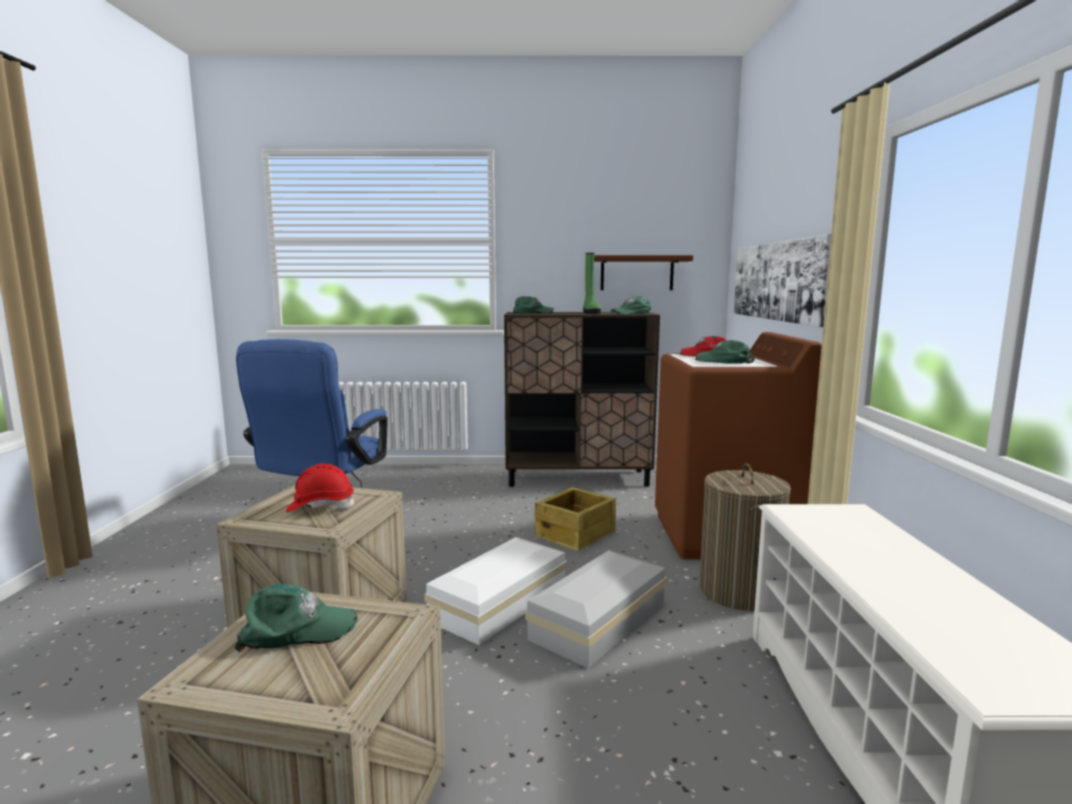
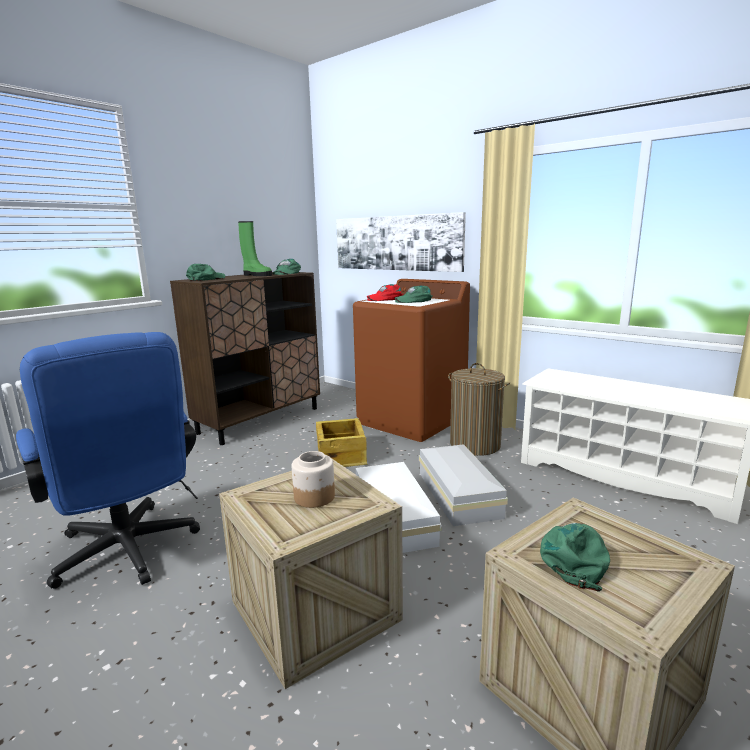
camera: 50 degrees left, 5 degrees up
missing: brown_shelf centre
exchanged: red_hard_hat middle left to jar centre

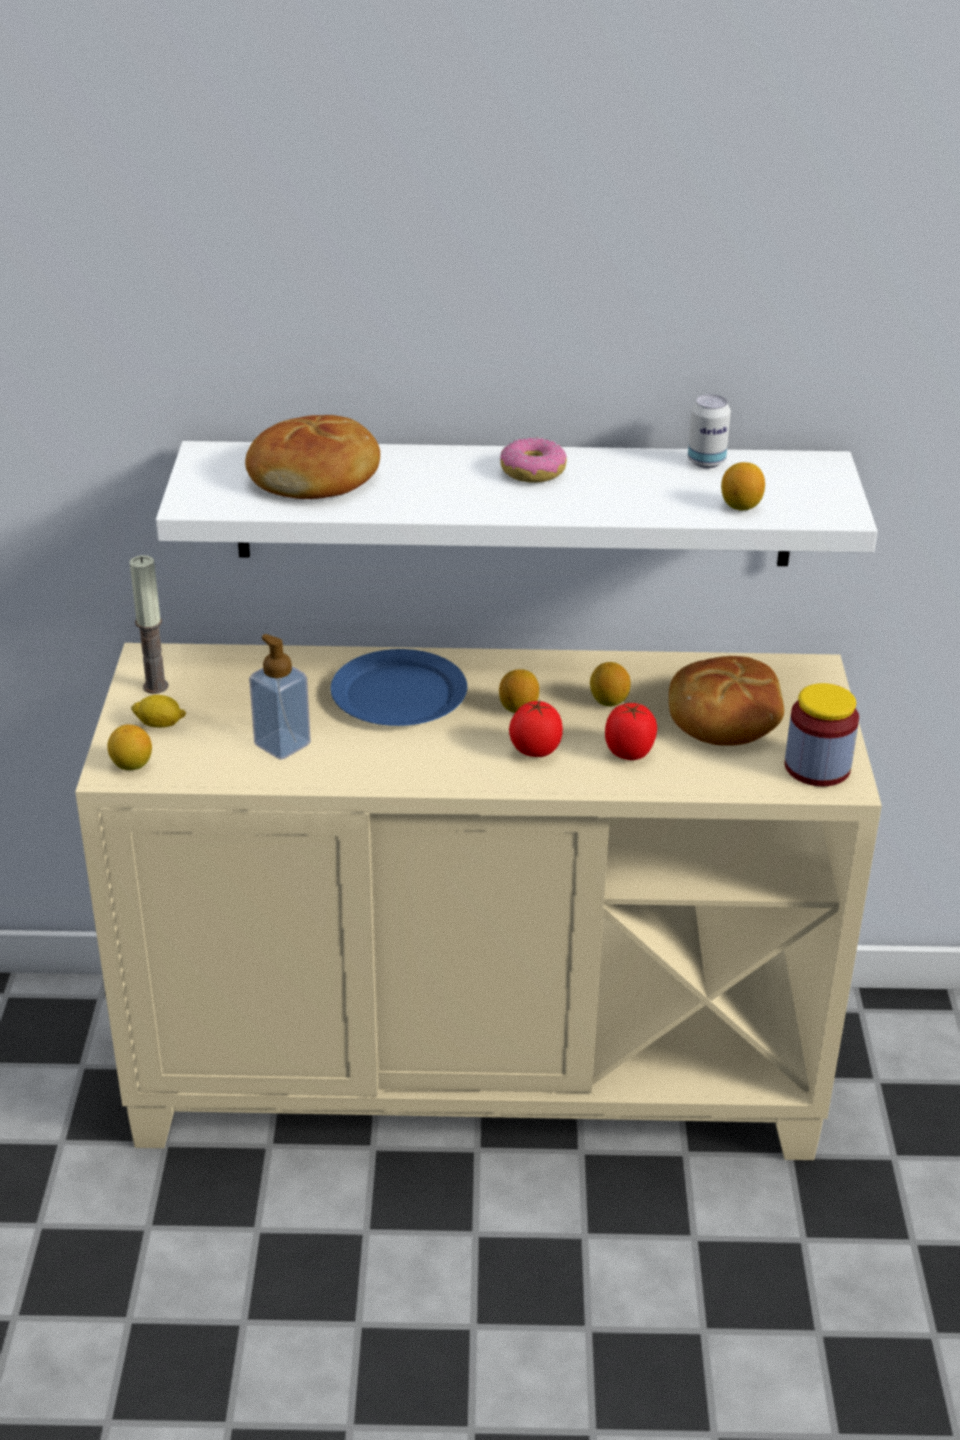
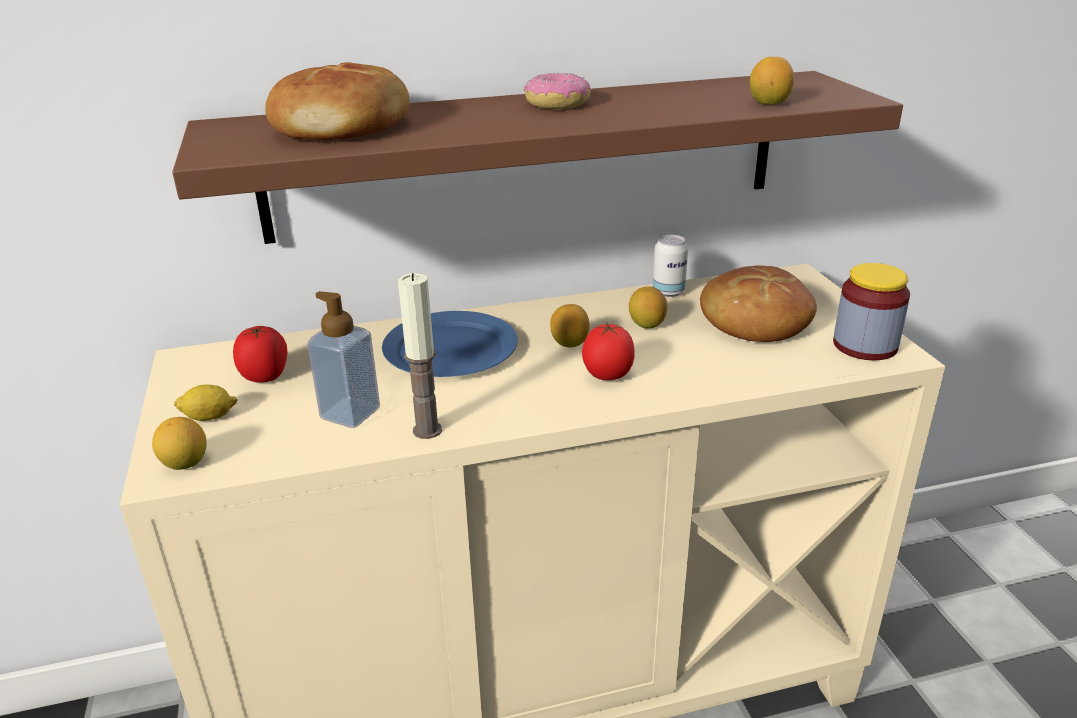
camera: 15 degrees left, 5 degrees down
relocated: can top right to centre; candle middle left to centre; tomato (no. 2 from left in the first image) centre to tomato (no. 1 from left) middle left
colour: white_shelf centre to brown_shelf top centre

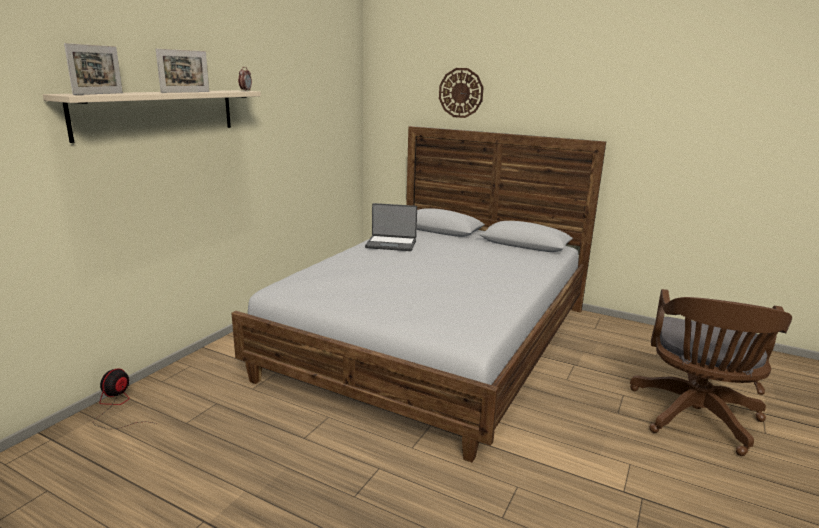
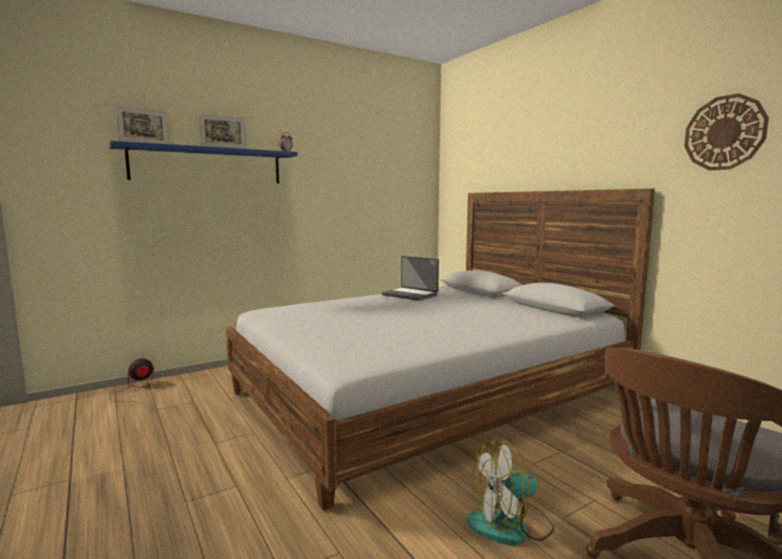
camera: 30 degrees right, 10 degrees down
appeared: fan (no. 2 from left) bottom centre
relocated: wall_clock top centre to top right
colour: beige_shelf top left to blue_shelf top left

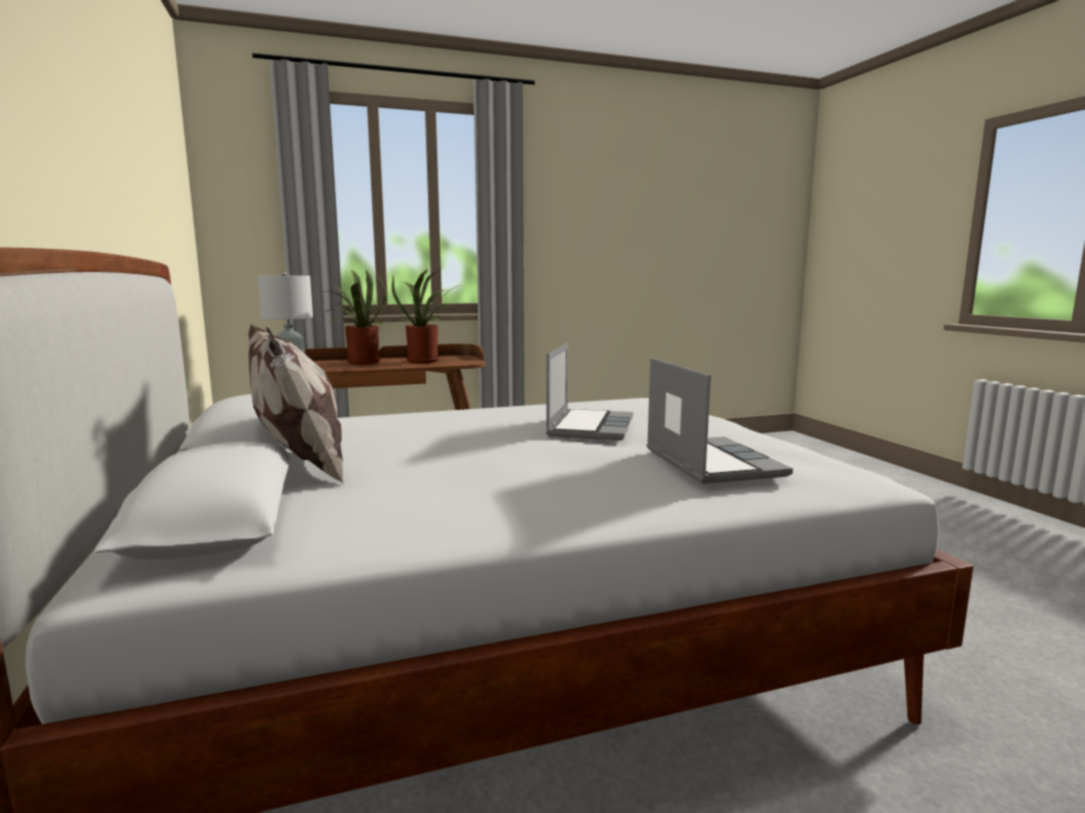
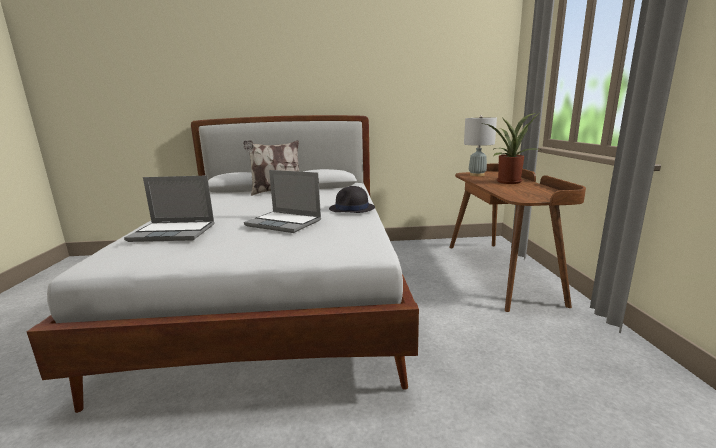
camera: 105 degrees right, 5 degrees up
missing: potted_plant (no. 2 from left) centre
appeared: black_hat centre

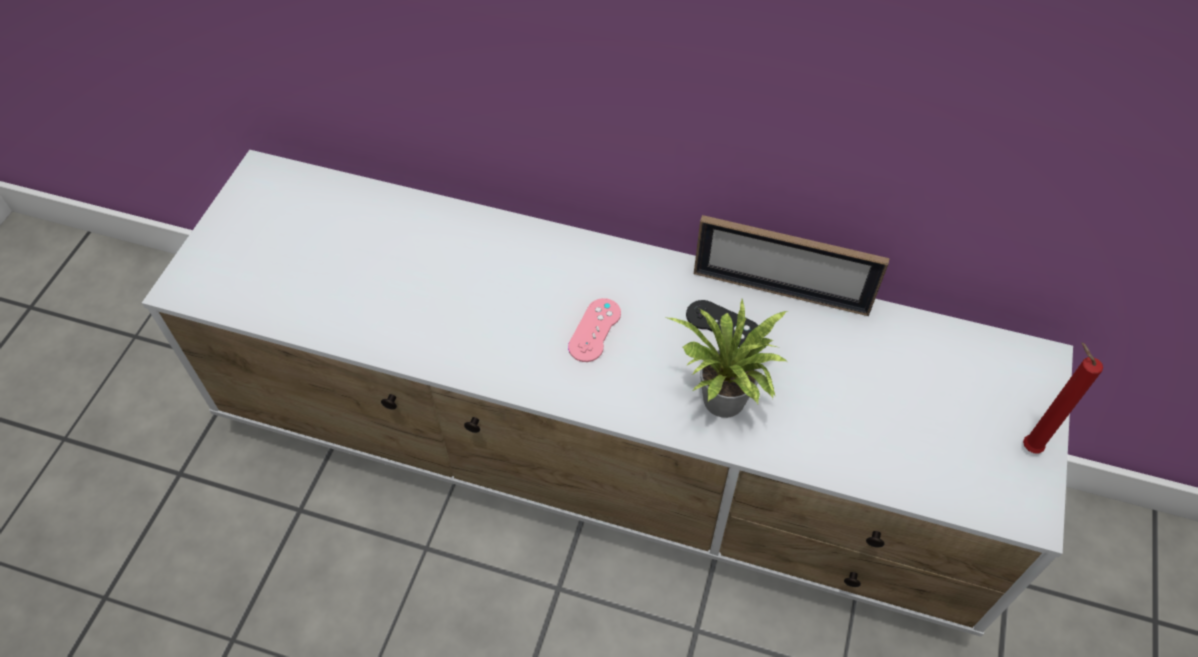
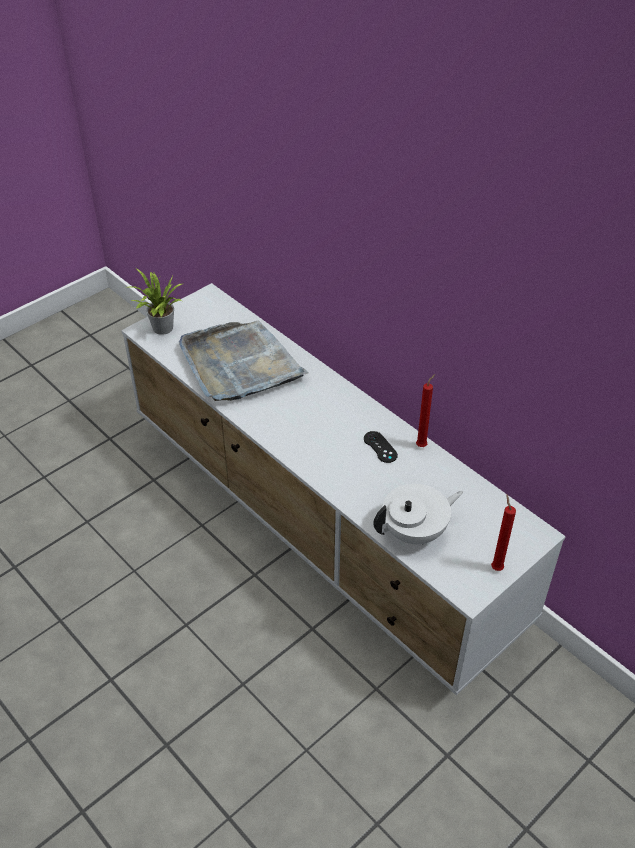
camera: 30 degrees right, 10 degrees down
missing: pink_game_controller centre
appeared: grey_tray centre; white_teapot centre
relocated: potted_plant centre to middle left
exchanged: picture_frame centre to red_candle (no. 1 from left) middle right

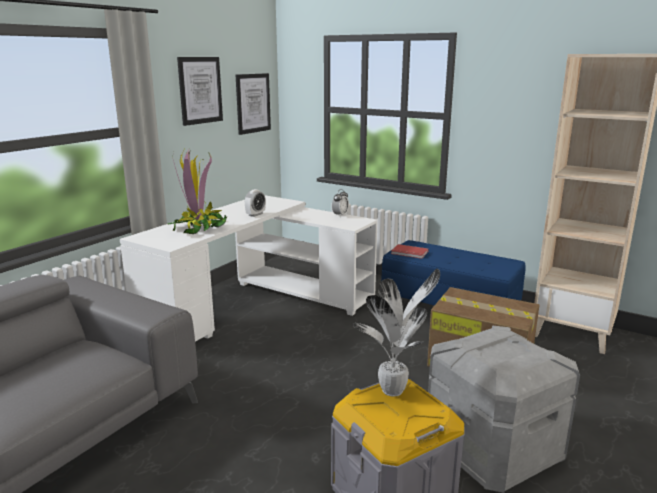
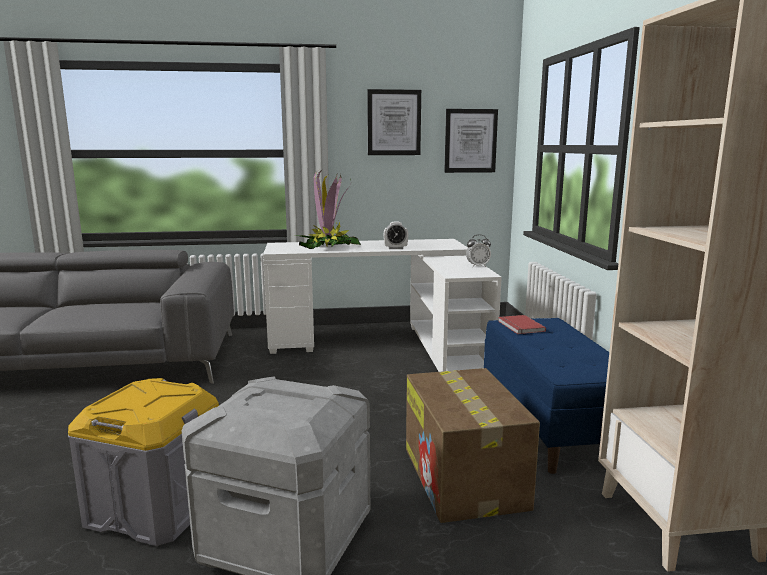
camera: 50 degrees right, 5 degrees down
missing: potted_plant (no. 2 from left) bottom centre

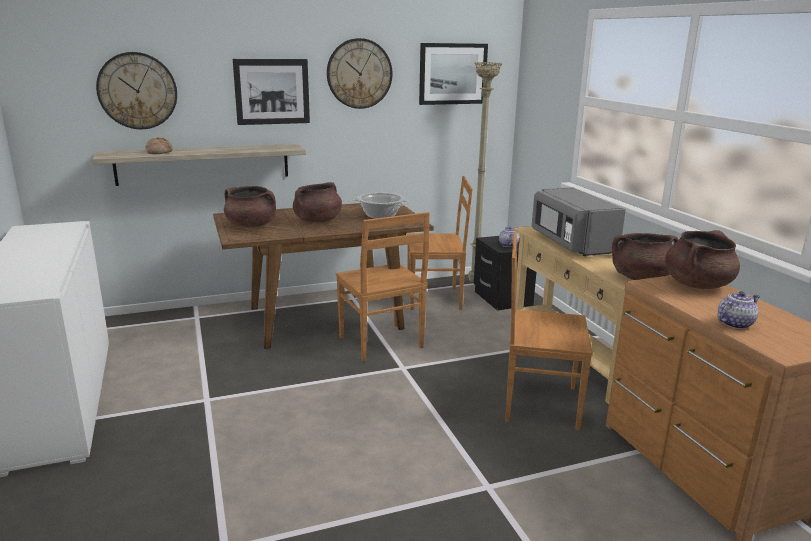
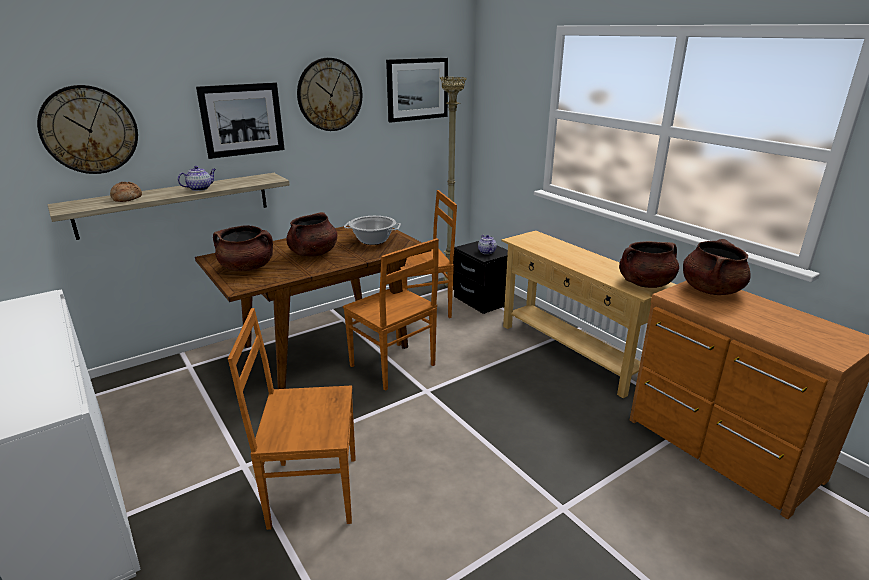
camera: 15 degrees left, 5 degrees up
missing: grey_microwave middle right
relocated: brown_chair (no. 3 from left in the first image) middle right to brown_chair (no. 1 from left) bottom centre; teapot (no. 2 from left in the first image) middle right to teapot (no. 1 from left) top left

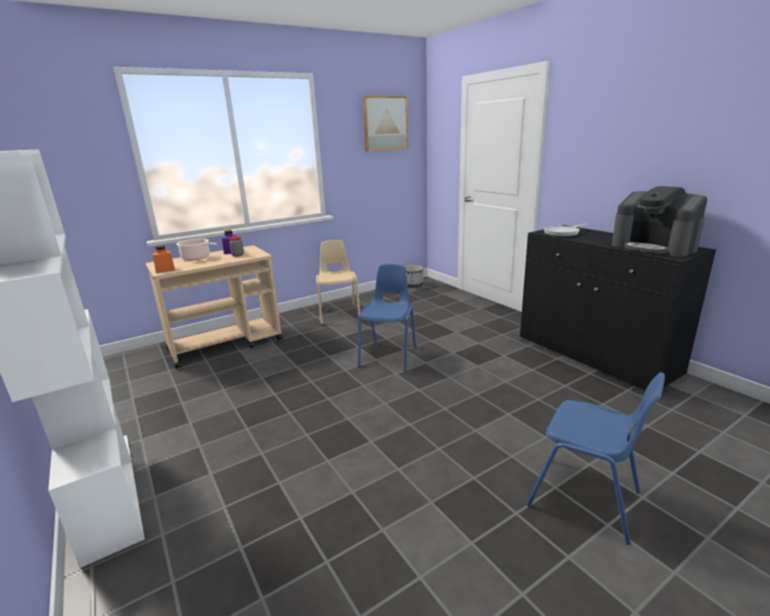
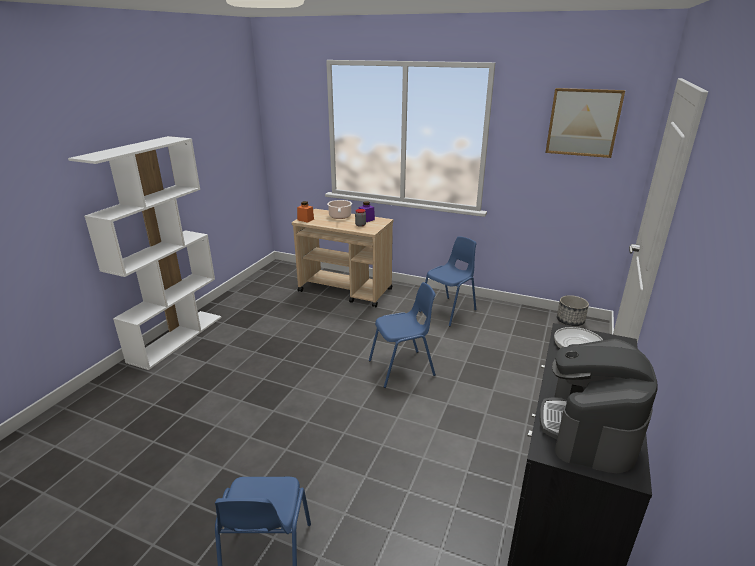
camera: 55 degrees right, 5 degrees up
colour: beige_chair centre to blue_chair (no. 3 from left) centre

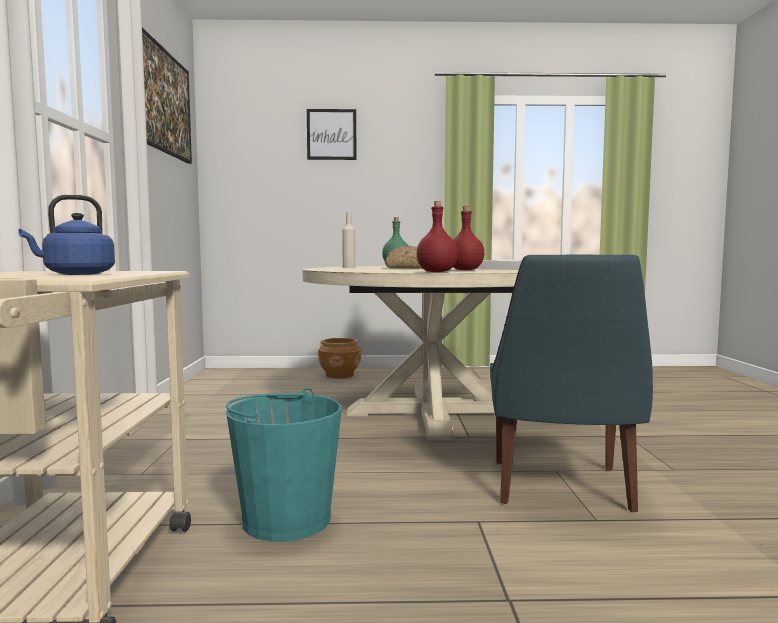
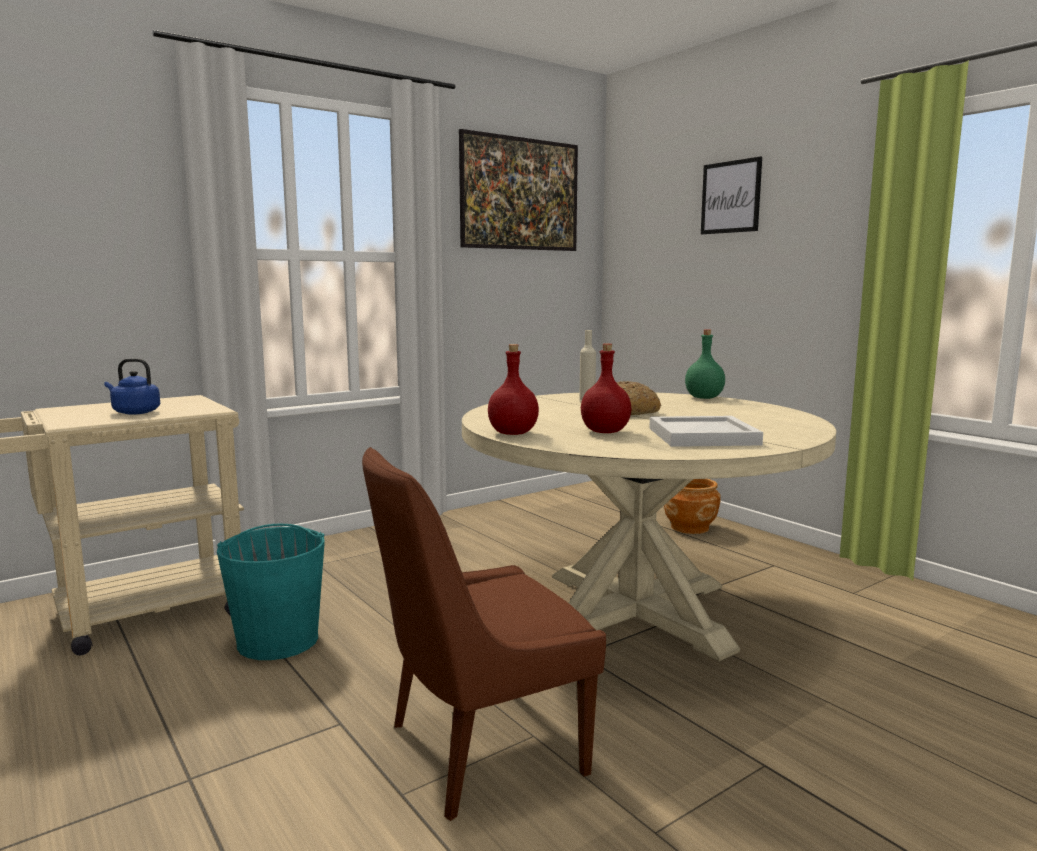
camera: 55 degrees right, 5 degrees up
colour: blue_chair middle right to brown_chair bottom centre

